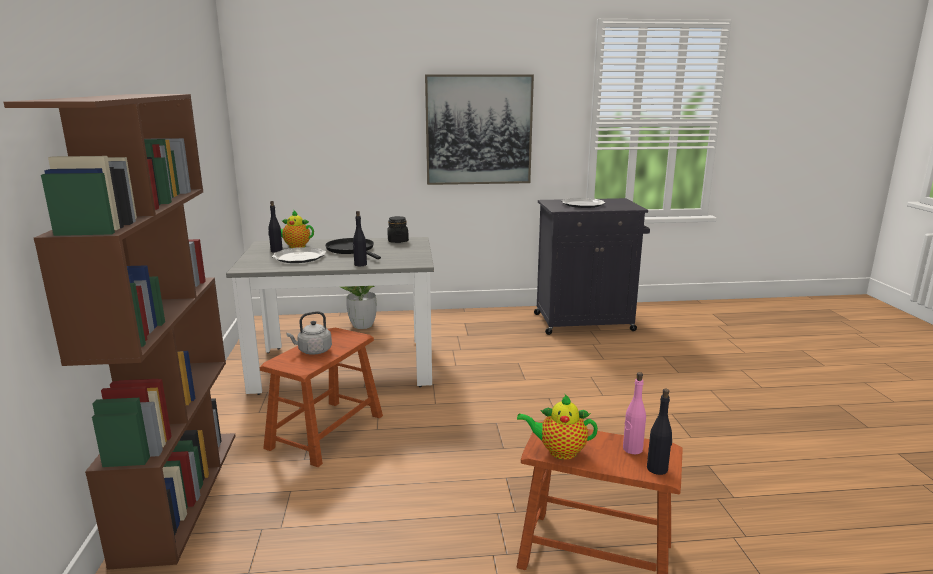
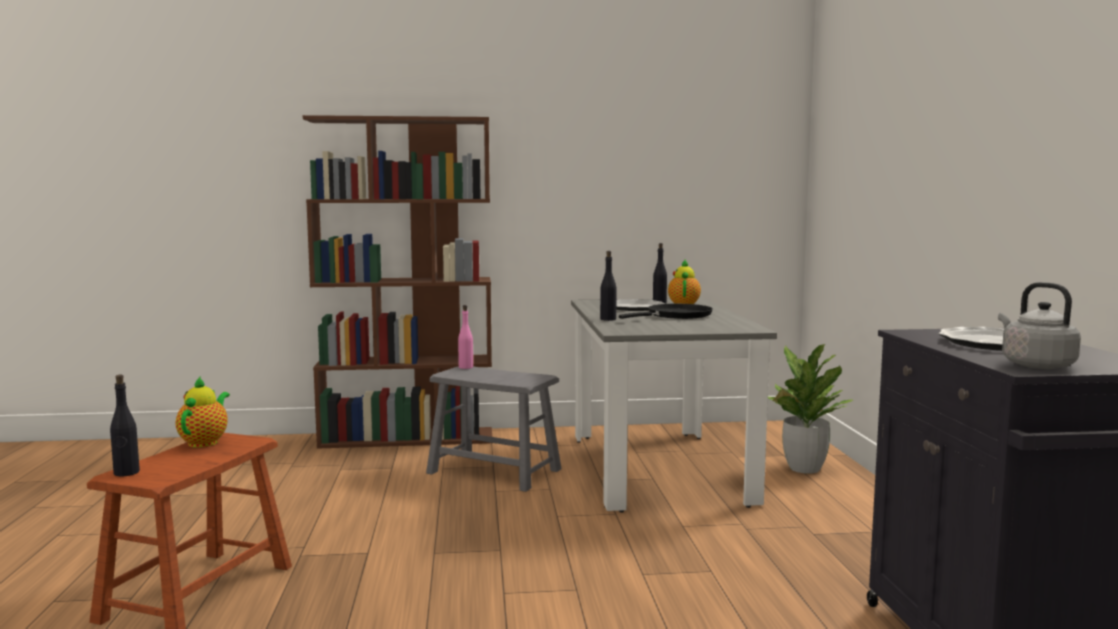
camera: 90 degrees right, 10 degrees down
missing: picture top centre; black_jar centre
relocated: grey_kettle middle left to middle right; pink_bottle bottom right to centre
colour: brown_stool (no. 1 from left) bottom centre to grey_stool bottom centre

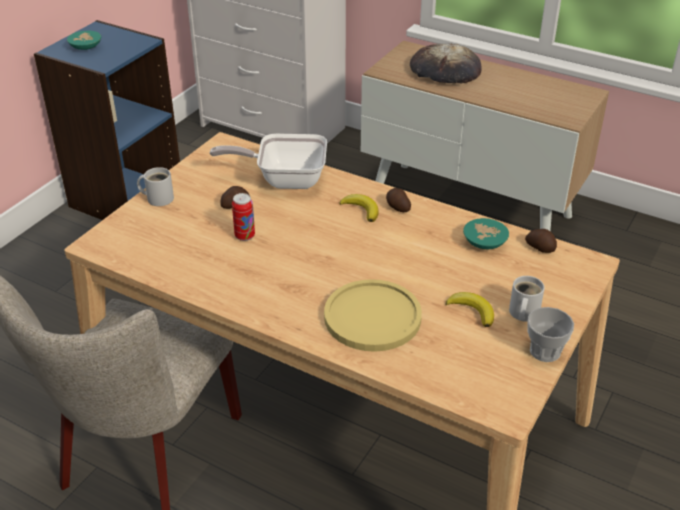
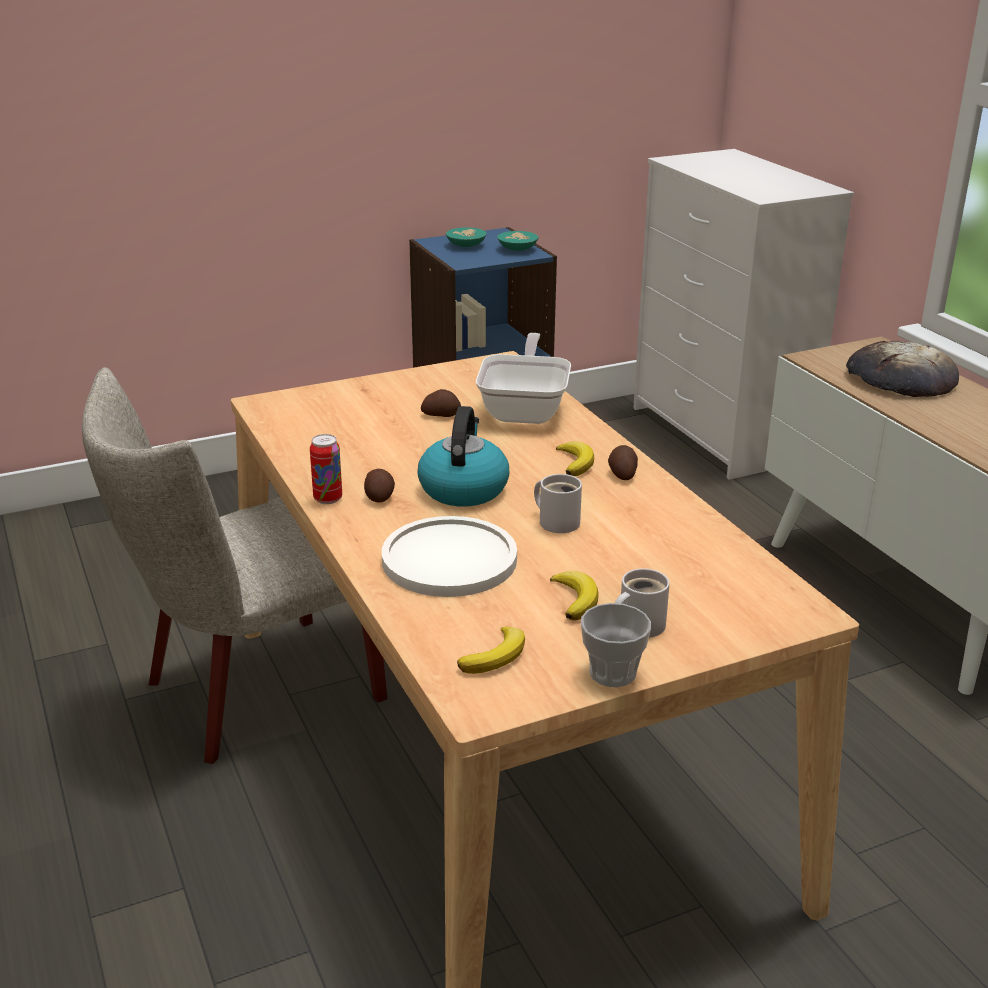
camera: 35 degrees right, 10 degrees down
appeared: kettle centre; banana (no. 1 from left) centre
relocated: white_mug (no. 1 from left) middle left to centre; can centre to middle left; turquoise_bowl (no. 2 from left) middle right to top centre; potato (no. 3 from left in the first image) middle right to potato (no. 1 from left) centre
colour: yellow_plate centre to white_plate centre
spun: frying_pan top centre = centre 60 degrees clockwise

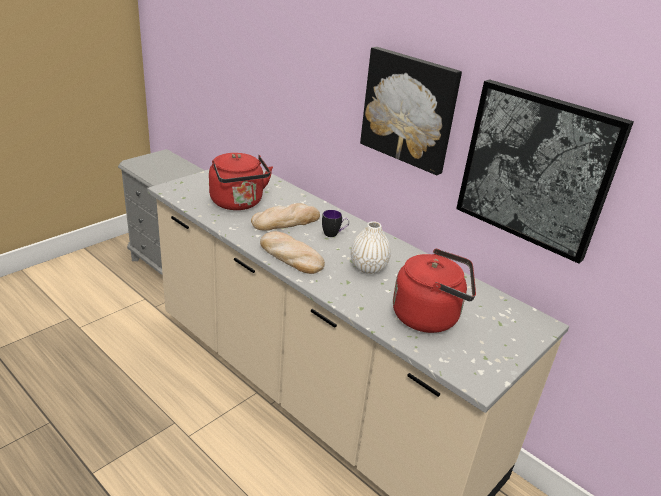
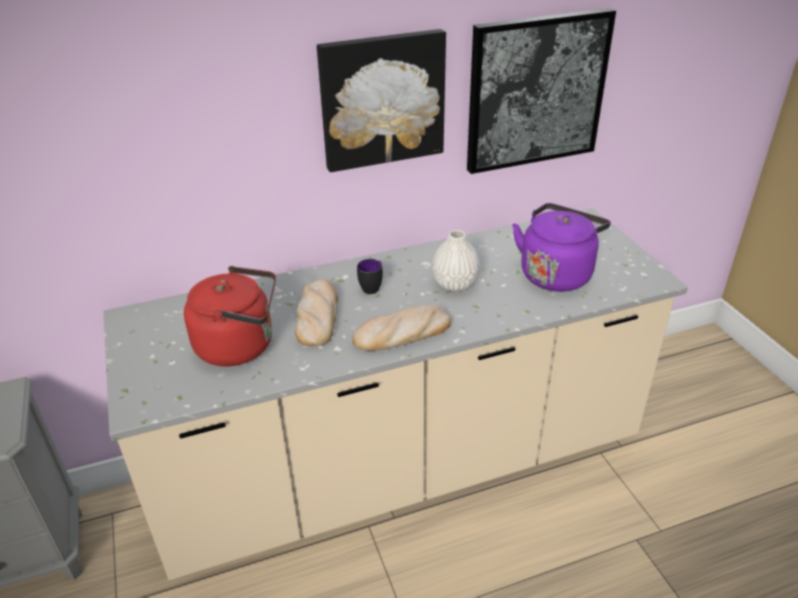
camera: 60 degrees left, 5 degrees up
colour: red_kettle (no. 2 from left) centre to purple_kettle middle right

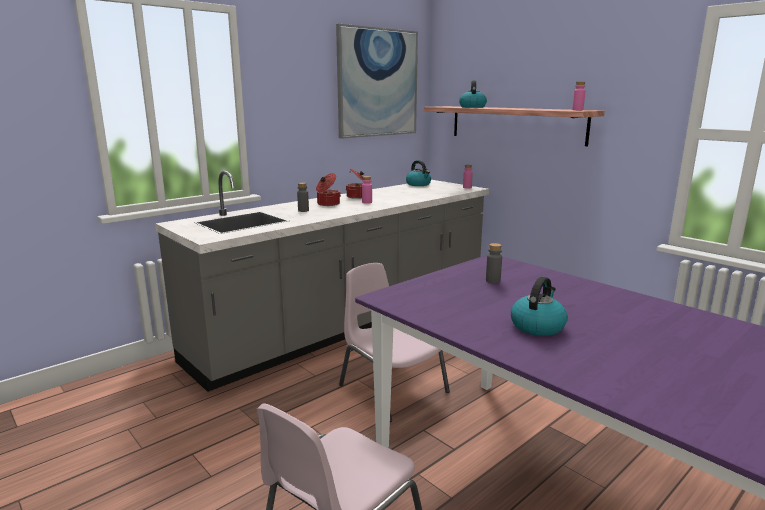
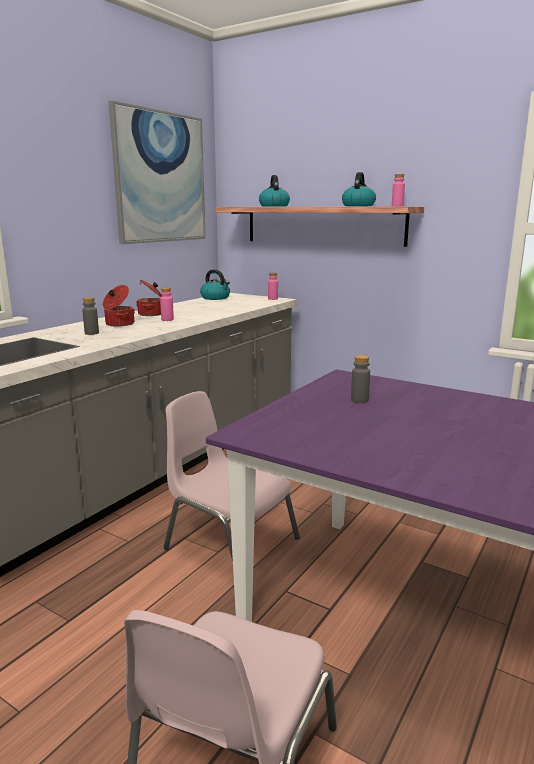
camera: 15 degrees left, 0 degrees up
relocated: kettle (no. 3 from left) middle right to top right

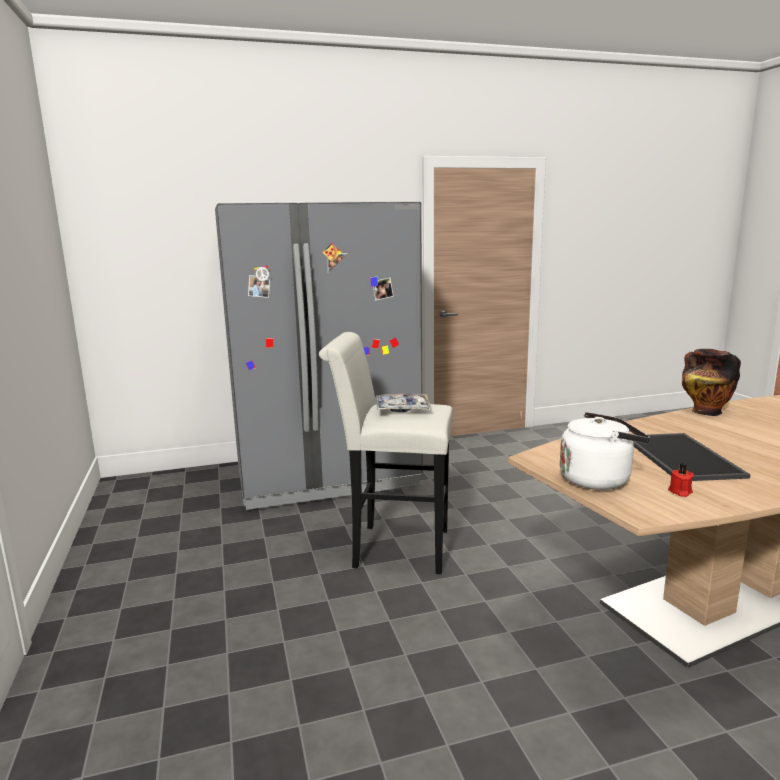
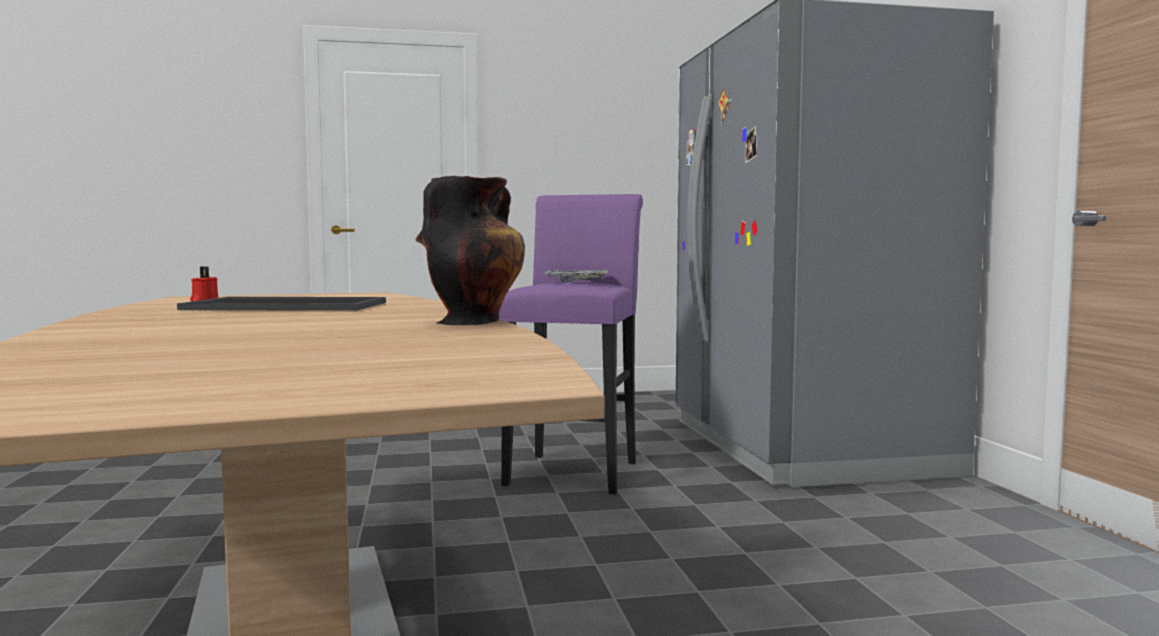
camera: 95 degrees right, 10 degrees down
missing: white_kettle middle right
colour: white_stool centre to purple_stool centre

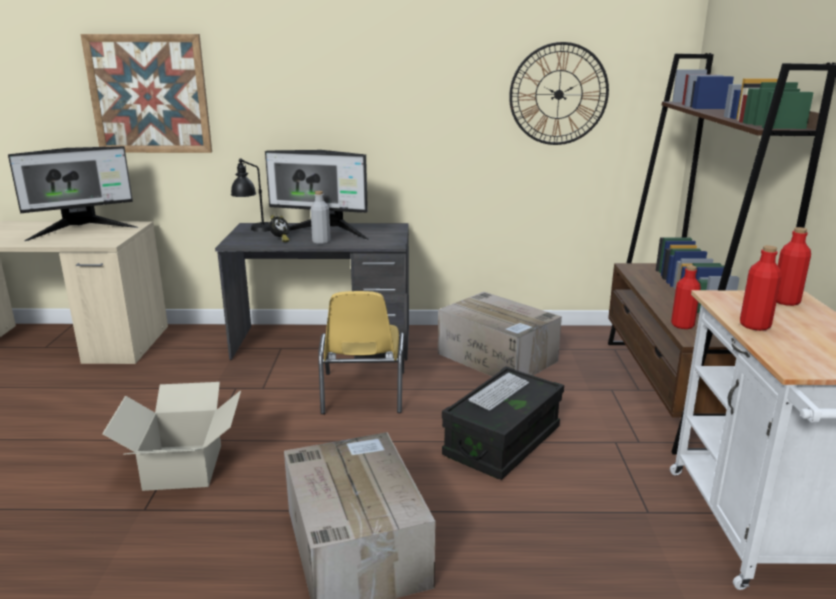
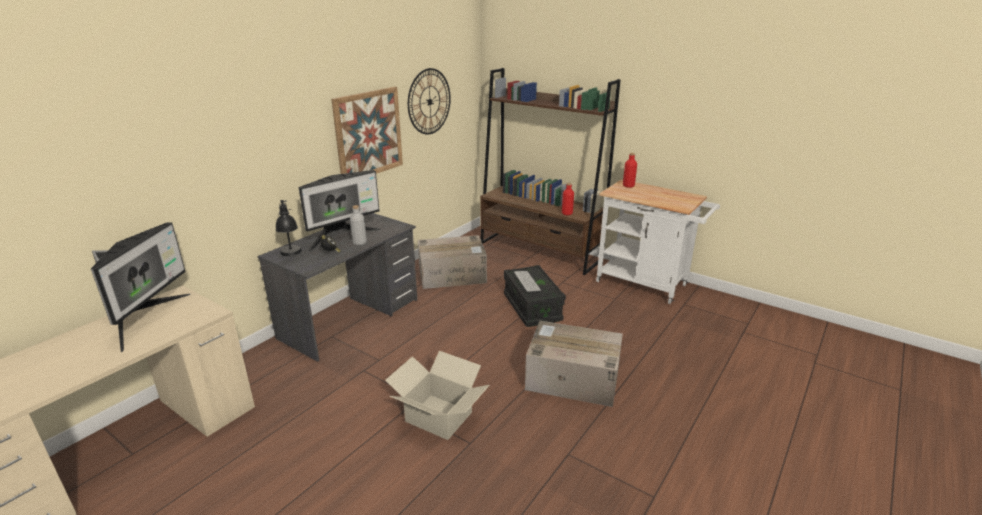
camera: 55 degrees left, 5 degrees up
missing: red_bottle (no. 2 from left) middle right; yellow_chair centre
relocated: picture top left to top centre

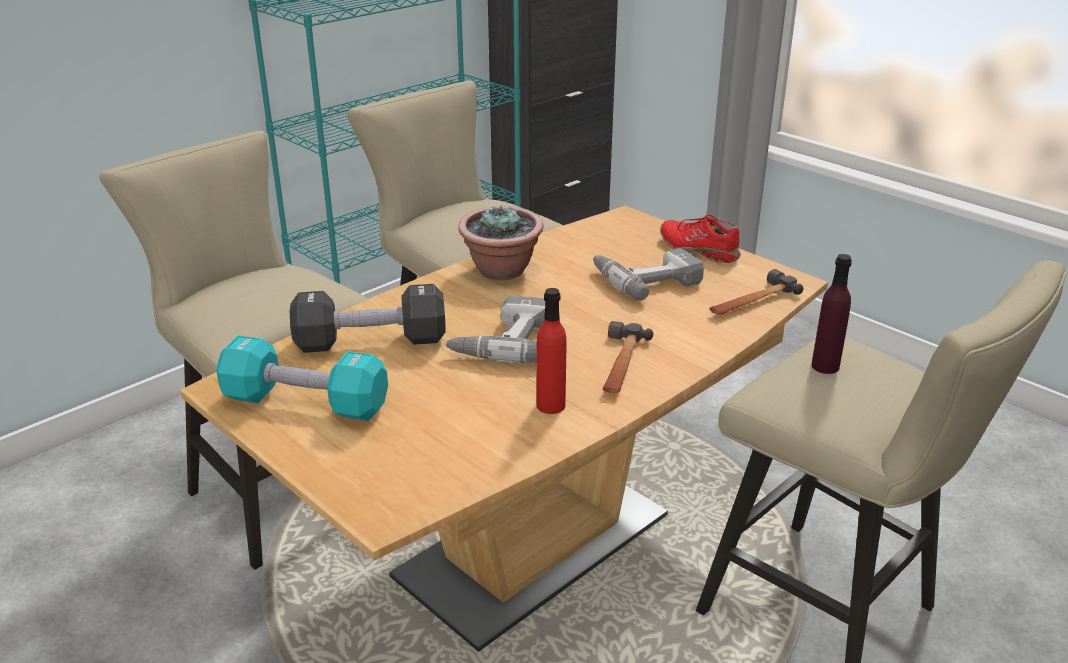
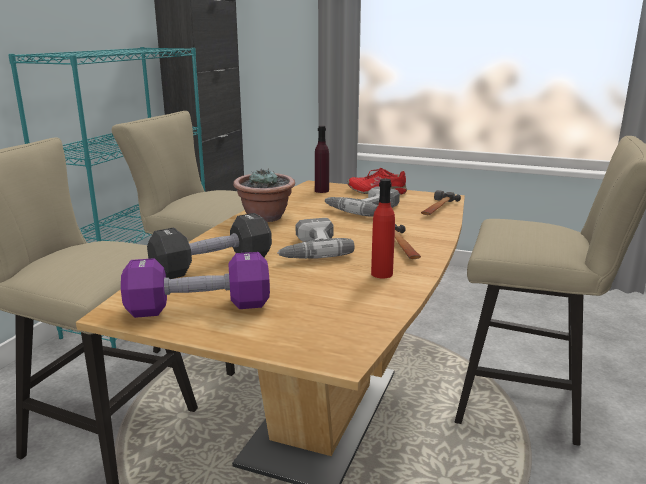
camera: 25 degrees left, 10 degrees down
relocated: purple_bottle middle right to top centre
colour: turquoise_dumbbell middle left to purple_dumbbell middle left

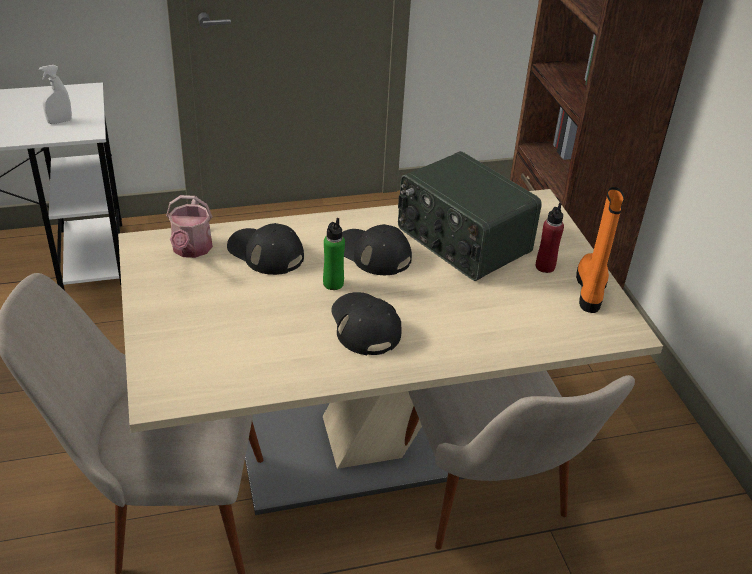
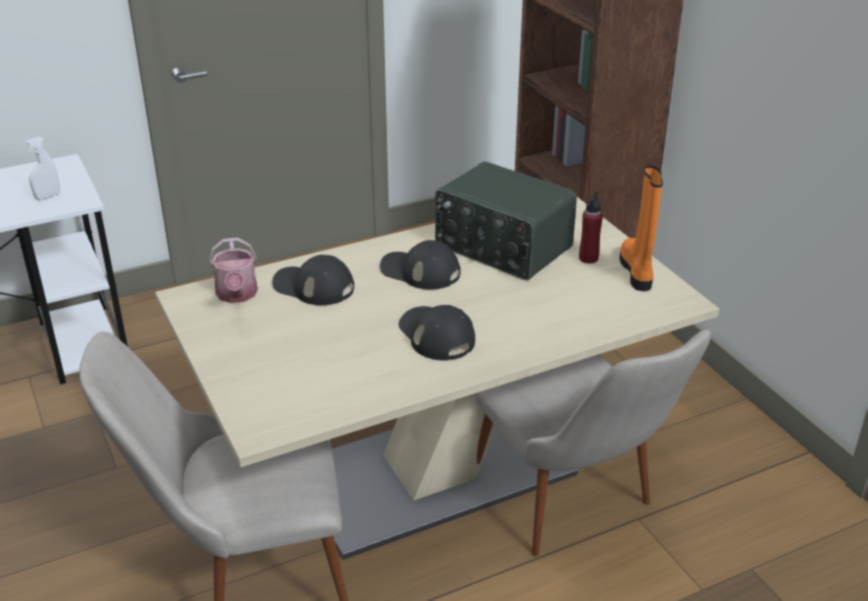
camera: 10 degrees left, 5 degrees down
missing: green_bottle centre

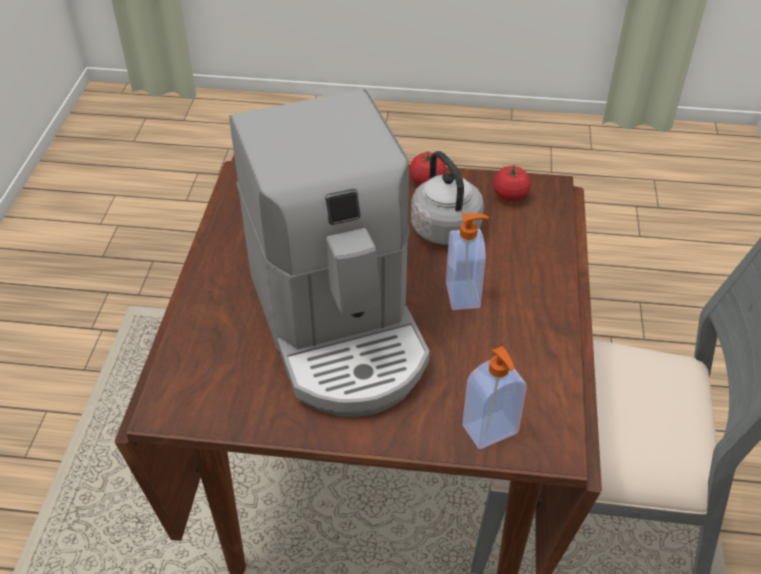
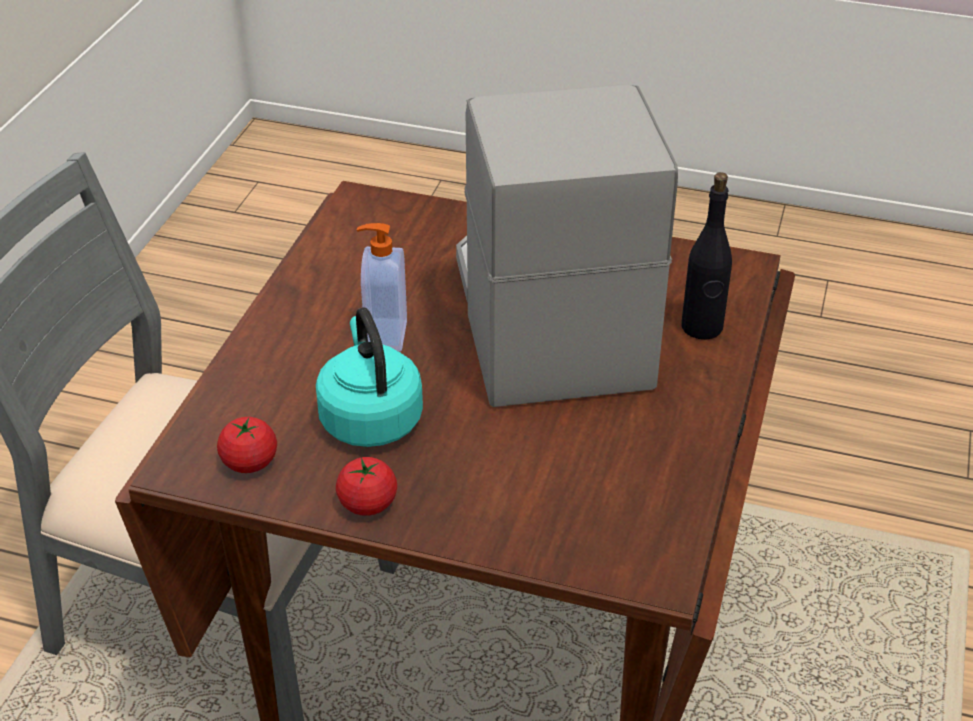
camera: 170 degrees left, 5 degrees down
missing: soap_dispenser (no. 2 from left) bottom centre
appeared: black_bottle middle right
colour: grey_kettle centre to turquoise_kettle centre

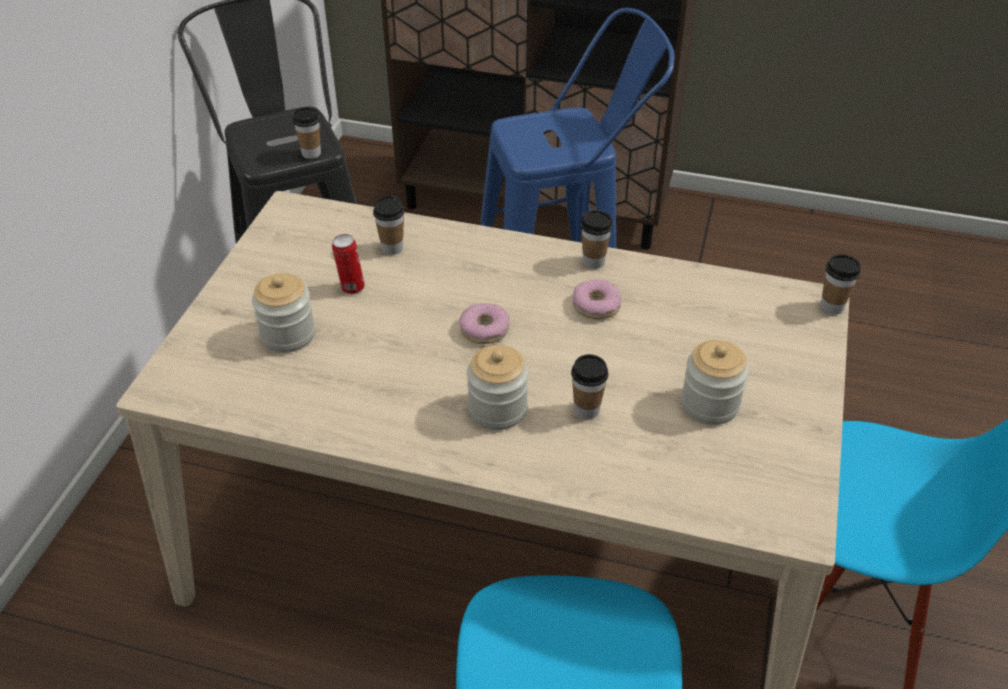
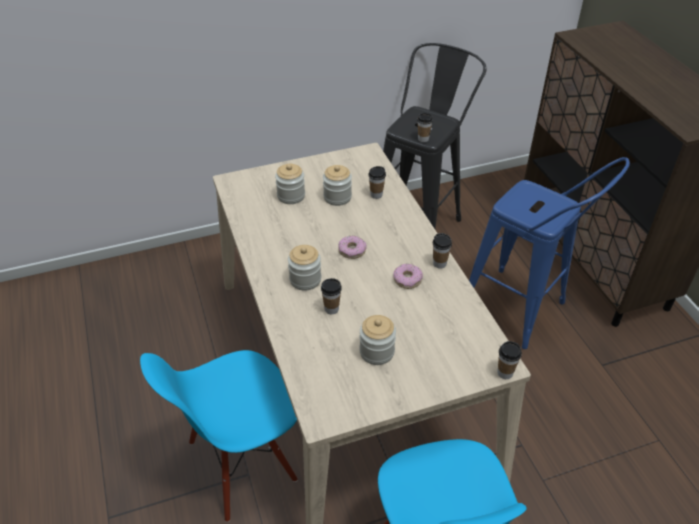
camera: 55 degrees right, 0 degrees up
exchanged: can centre to jar (no. 3 from left) centre

